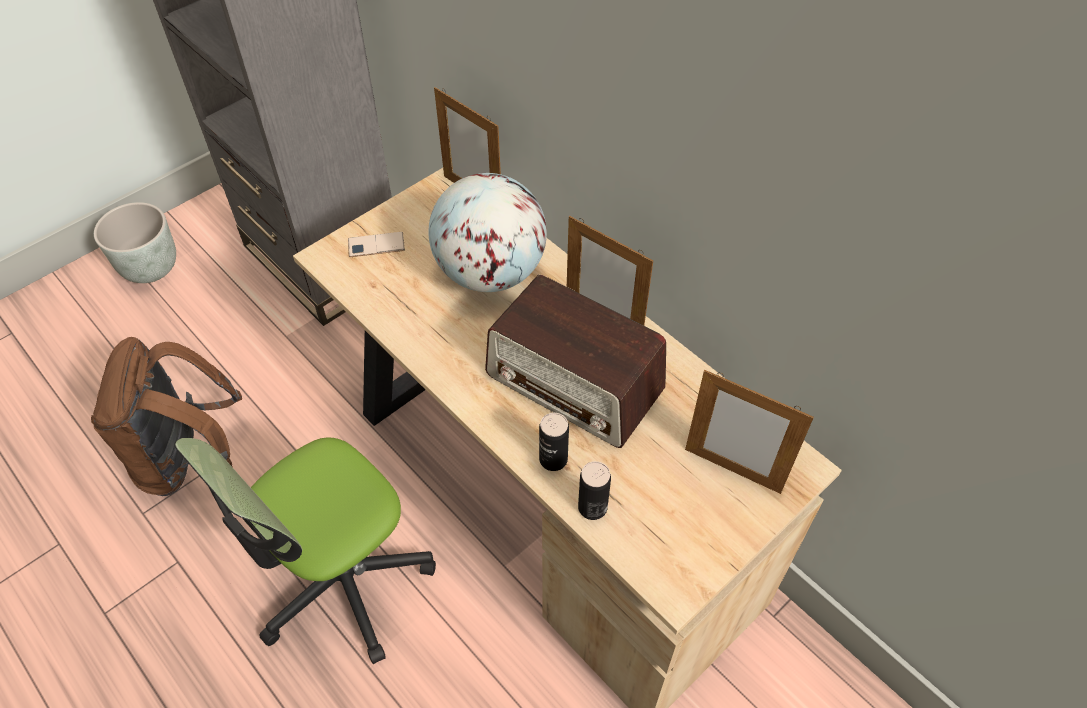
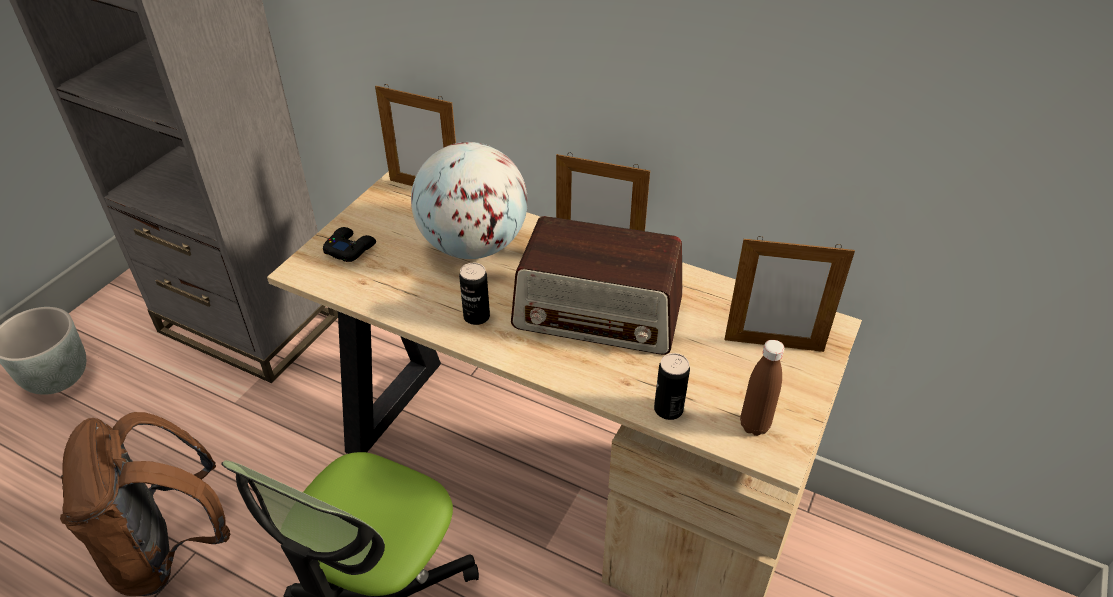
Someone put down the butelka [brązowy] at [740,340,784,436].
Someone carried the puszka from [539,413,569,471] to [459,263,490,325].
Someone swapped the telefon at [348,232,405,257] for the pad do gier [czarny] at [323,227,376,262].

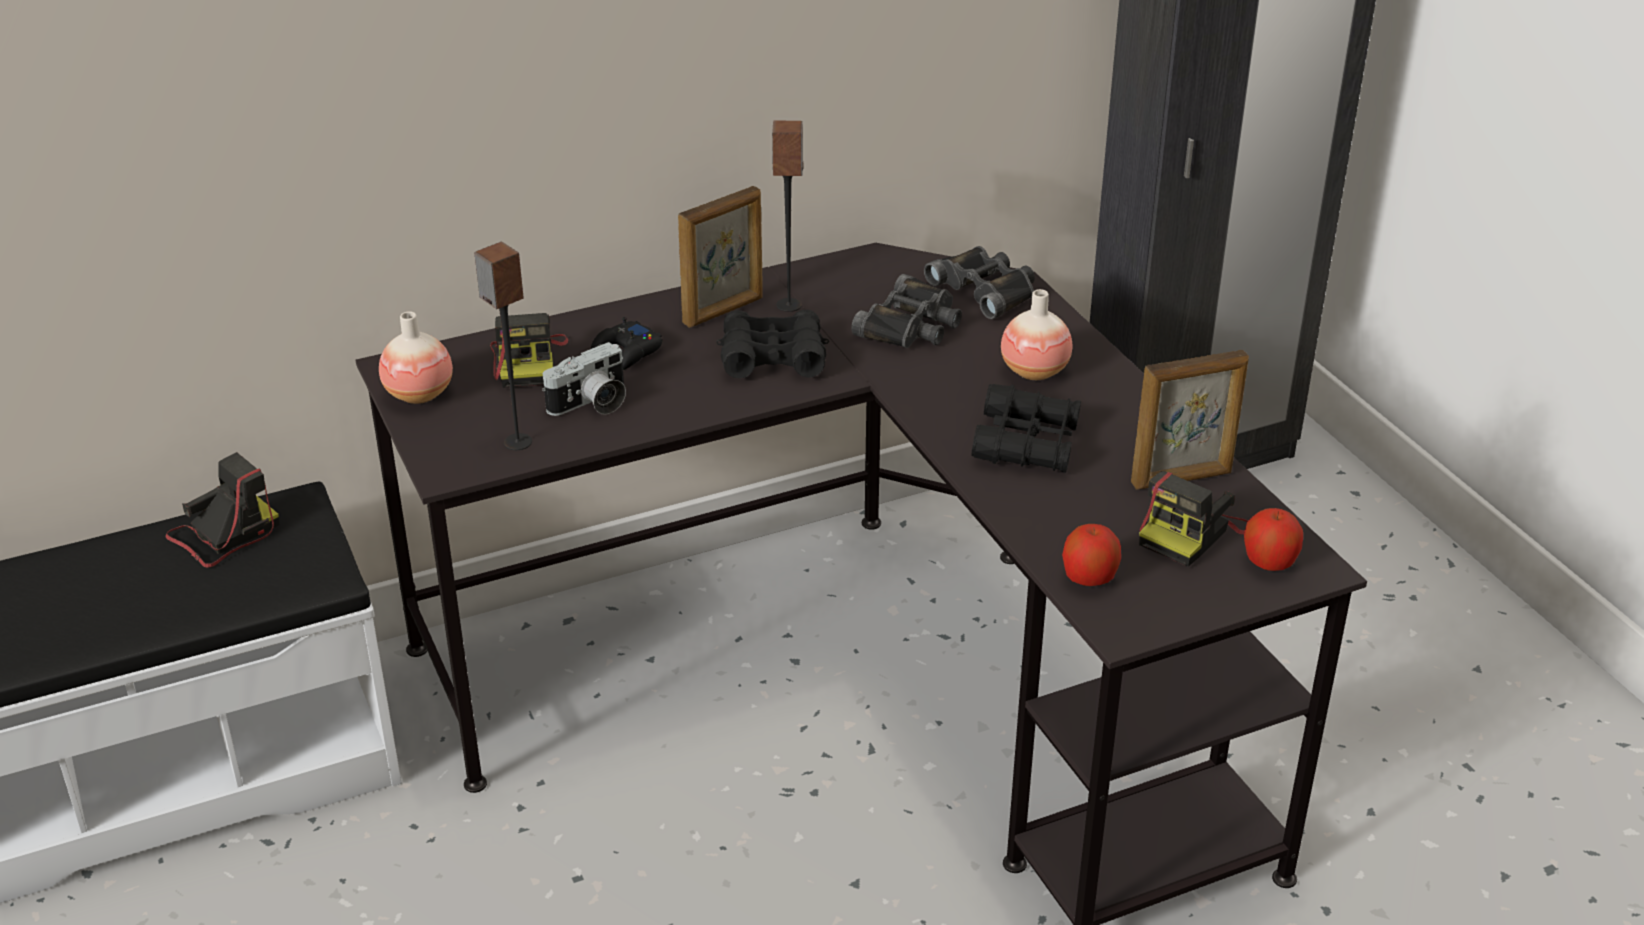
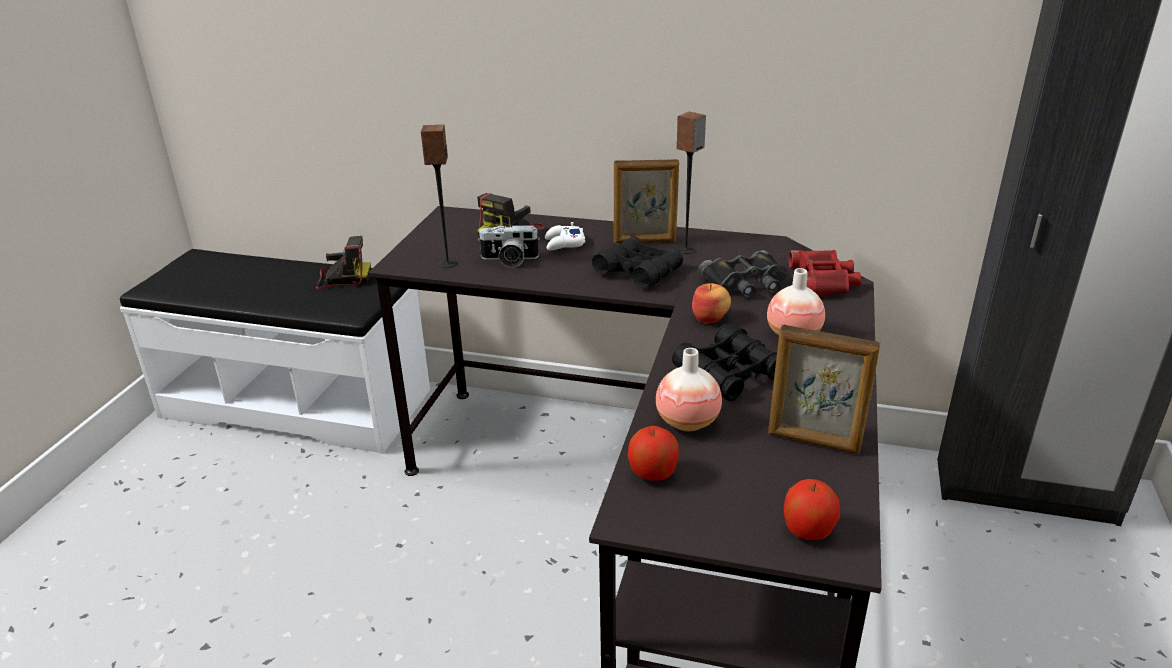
Someone took away the aparat fotograficzny at [1139,471,1249,567].
Someone put down the jabłko at [692,283,731,323].
Someone carried the wazon from [379,311,453,404] to [656,348,722,431].
Someone repainted the pad do gier [czarny] at [591,317,662,370], which became the pad do gier [biały] at [545,222,585,250].
Someone repainted the lornetka [czarny] at [924,246,1035,319], which became the lornetka [czerwony] at [788,250,861,296].

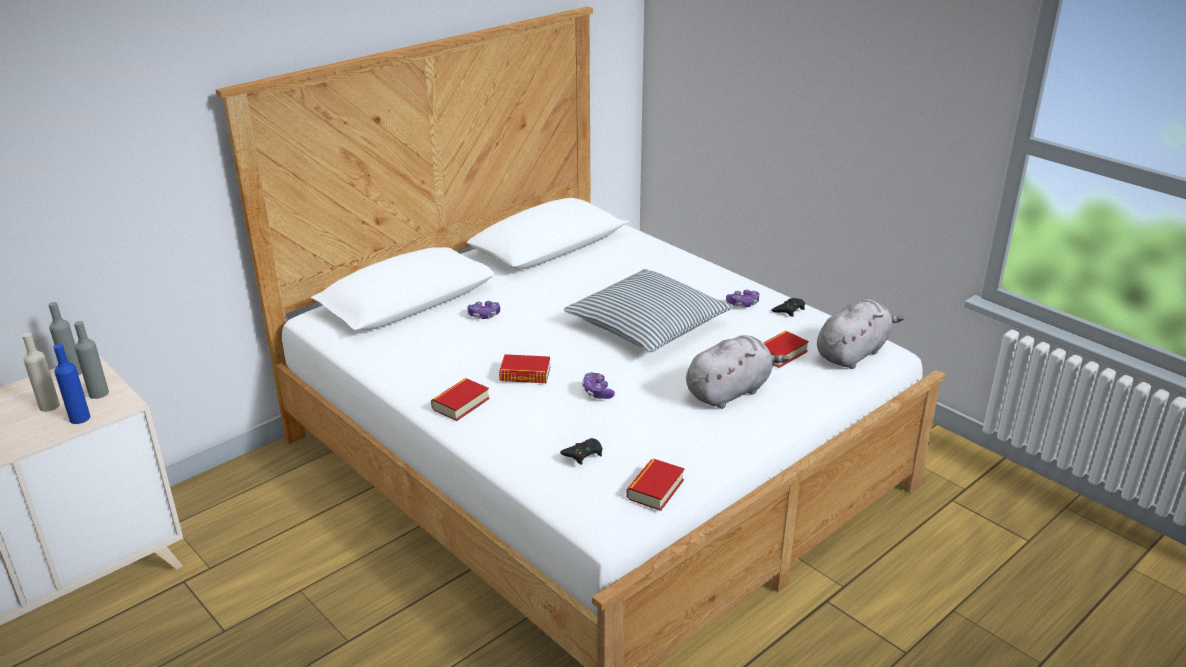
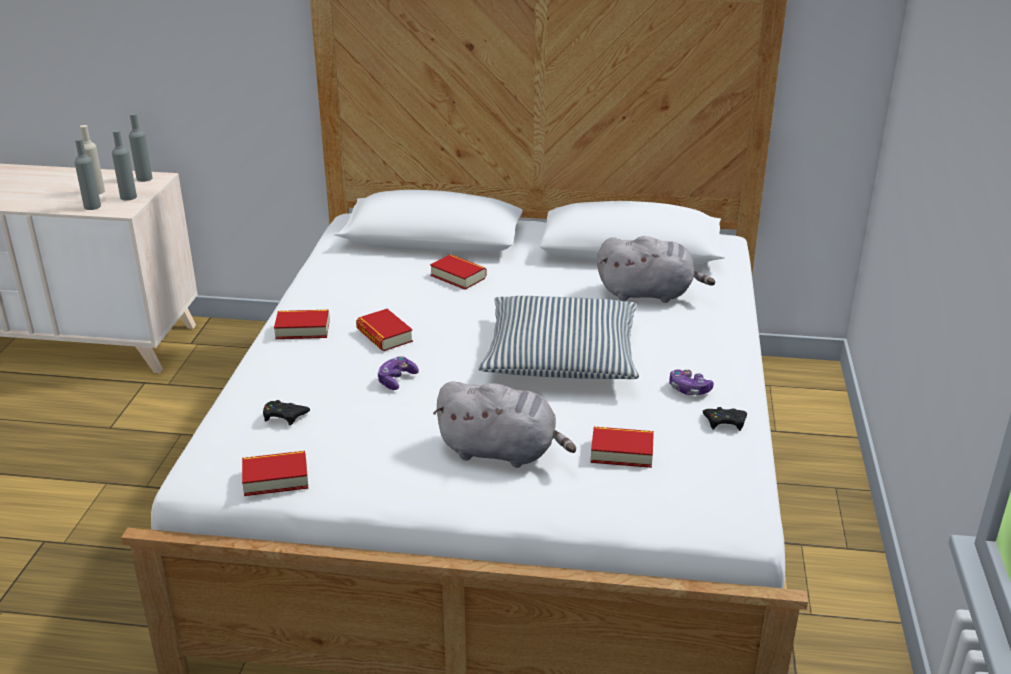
Someone carried the pluszak [szary] from [817,299,904,369] to [597,236,715,303].
Someone swapped the pad do gier at [467,301,500,319] for the książka at [430,254,487,290].
Someone repainted the butelka [niebieski] at [54,344,90,424], which became the butelka [szary] at [75,138,101,210].

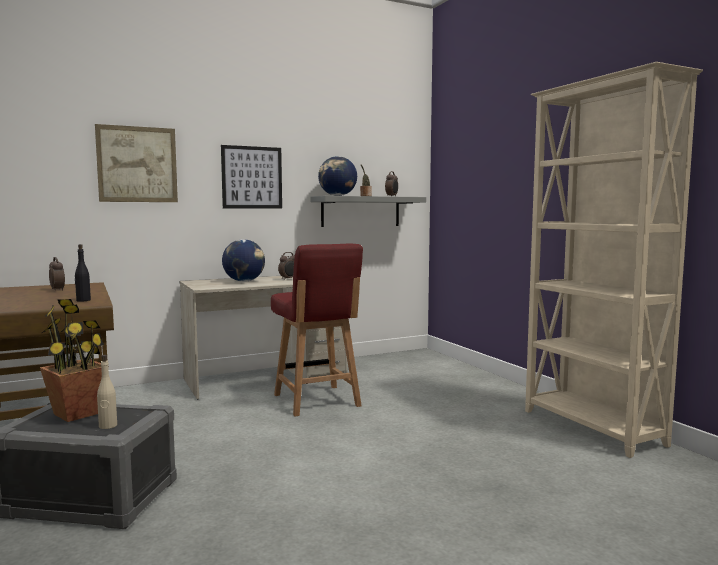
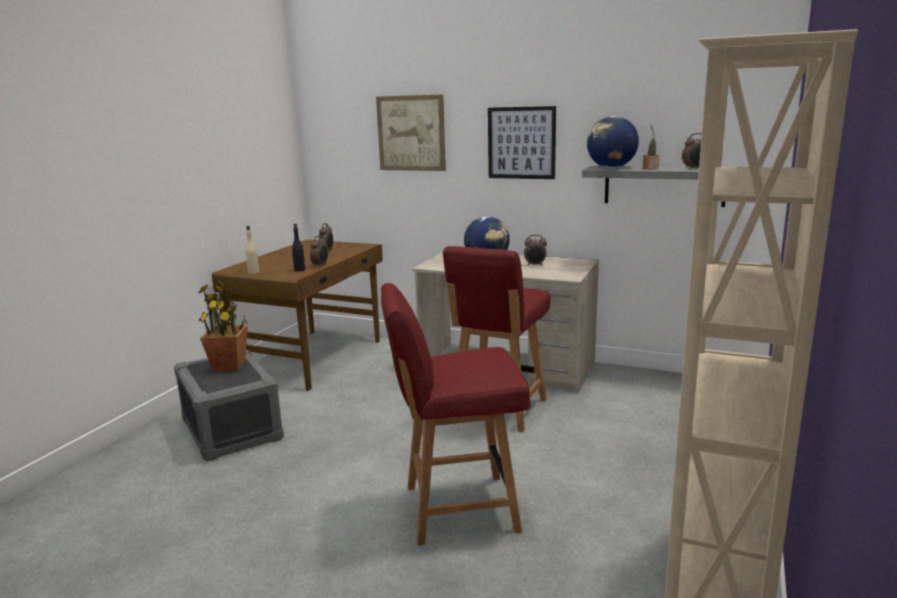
Someone put down the budzik at [310,235,328,268].
Someone put down the krzesło [czerwony] at [381,283,531,546].
Someone carried the butelka [beżowy] from [97,355,117,429] to [245,226,259,274].

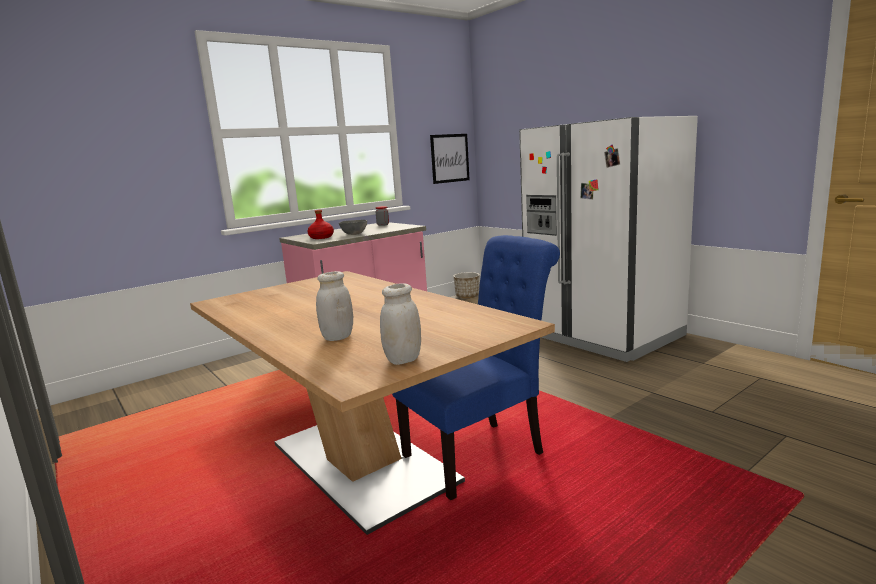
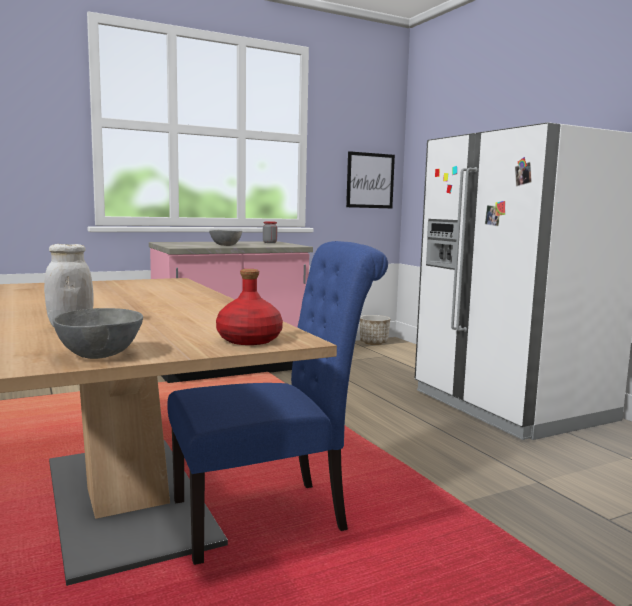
Someone carried the butelka [czerwony] from [308,210,334,239] to [216,269,283,345].
Someone swapped the słoik [biały] at [380,283,421,365] for the miska [szary] at [53,308,143,359].

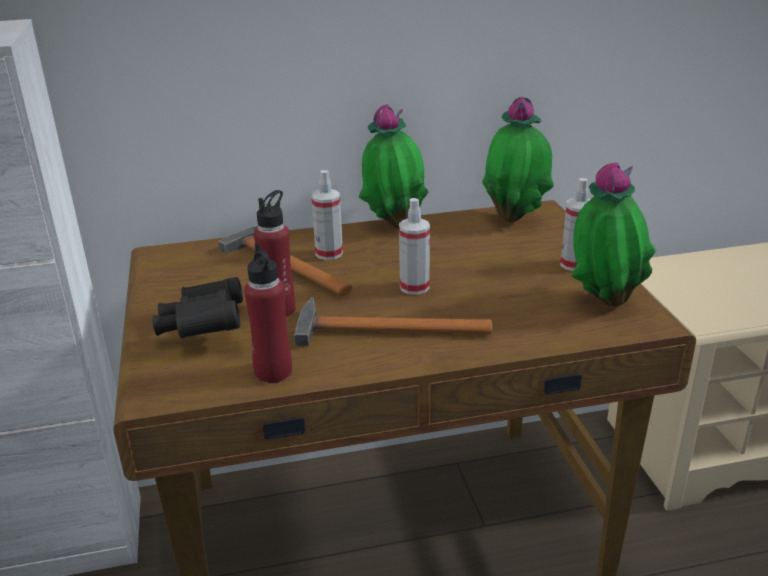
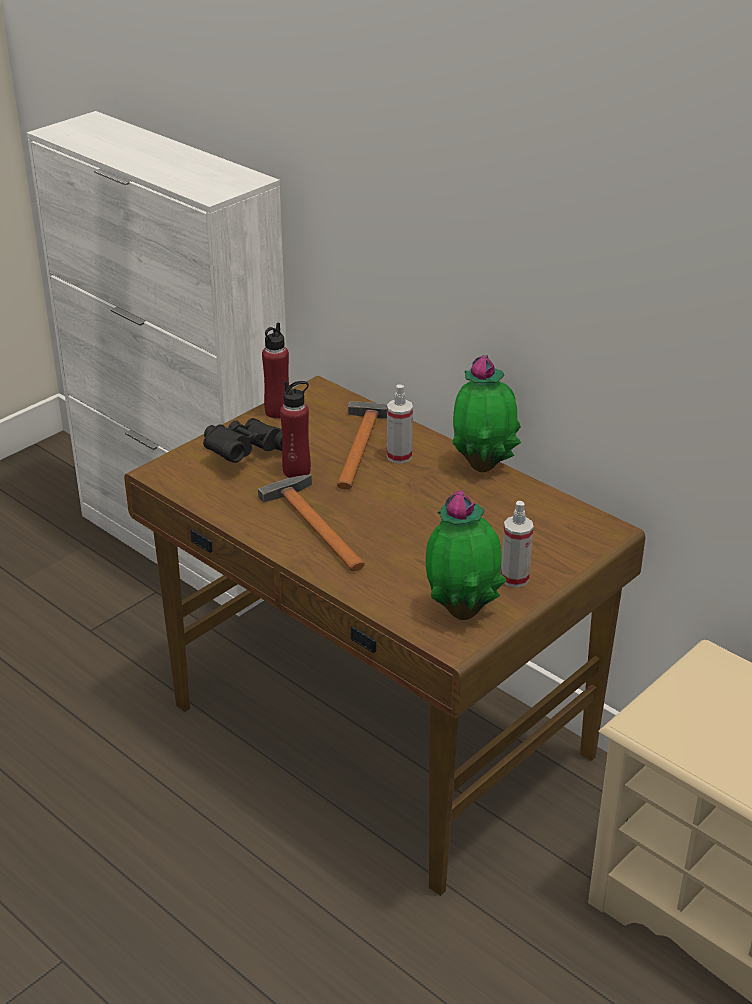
Someone took away the spryskiwacz at [399,198,430,295].
Someone took away the roślina doniczkowa at [482,97,554,222].
Someone carried the butelka [czerwony] from [244,242,292,383] to [262,323,289,419].

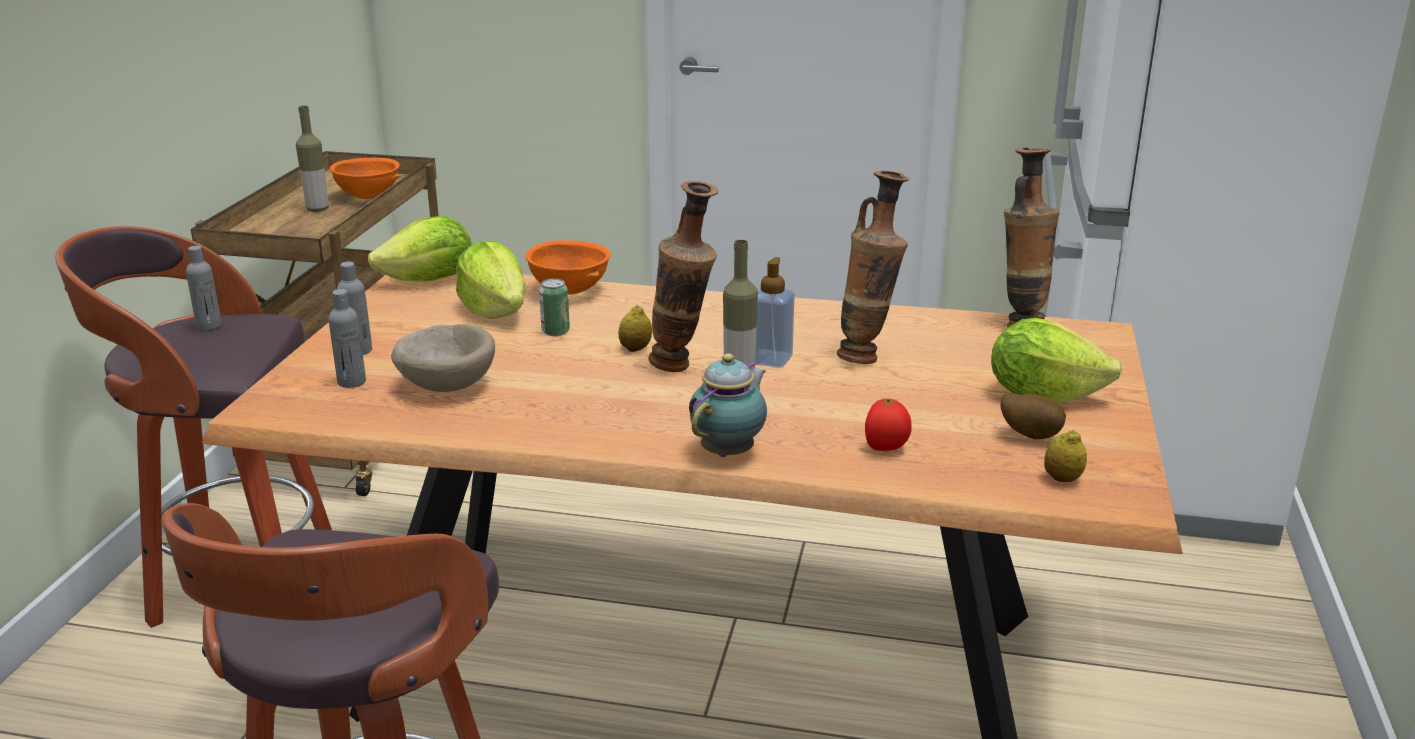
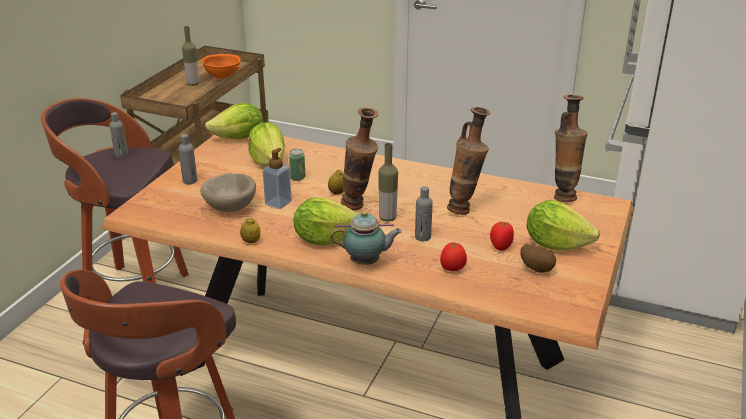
Someone took away the miska [pomarańczowy] at [526,240,611,295].
Someone put down the sałata at [294,197,359,245].
Someone put down the pomidor at [490,222,514,251].
Someone carried the butelka [szary] from [328,289,366,388] to [415,186,433,241].
Someone carried the dozownik mydła from [755,257,795,368] to [263,148,292,209].
Someone carried the cytryna from [1044,430,1087,482] to [240,218,261,243].
Someone rotated the imbryk at [689,353,767,457] by 45 degrees clockwise.

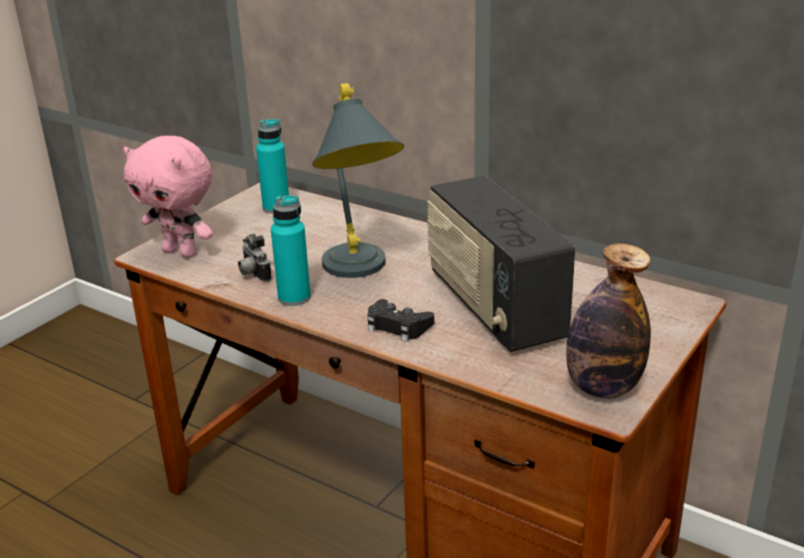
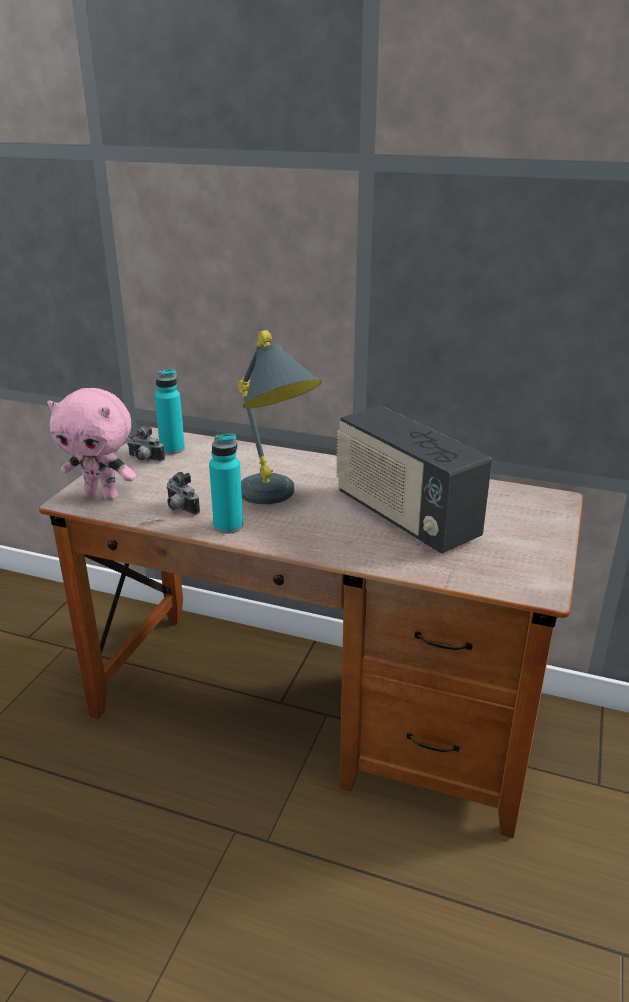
Someone took away the pad do gier [czarny] at [368,299,434,342].
Someone took away the butelka at [566,243,651,399].
Someone put down the aparat fotograficzny at [127,426,165,462].

